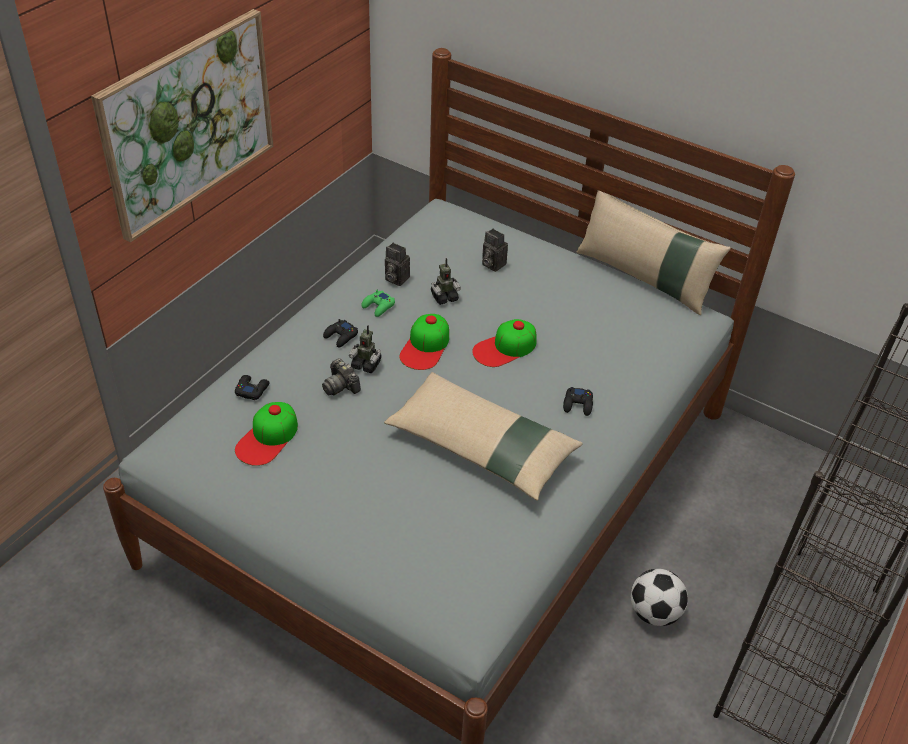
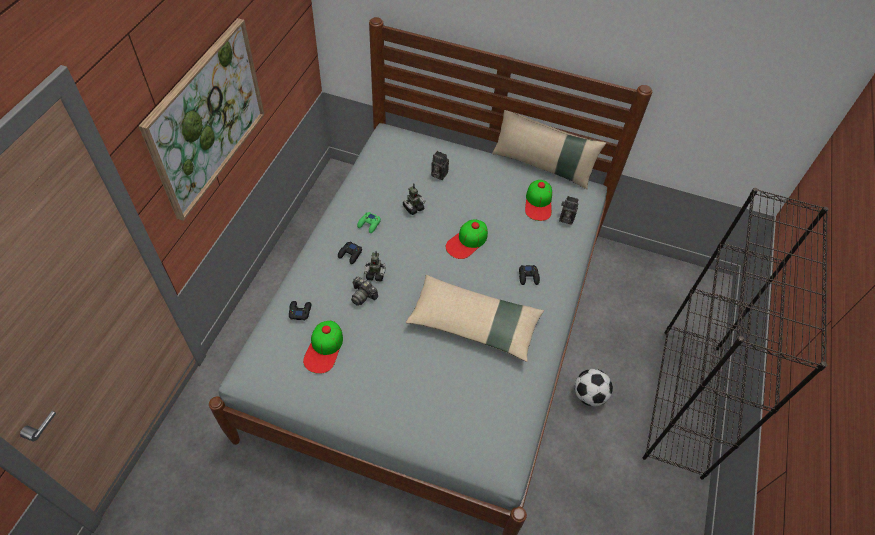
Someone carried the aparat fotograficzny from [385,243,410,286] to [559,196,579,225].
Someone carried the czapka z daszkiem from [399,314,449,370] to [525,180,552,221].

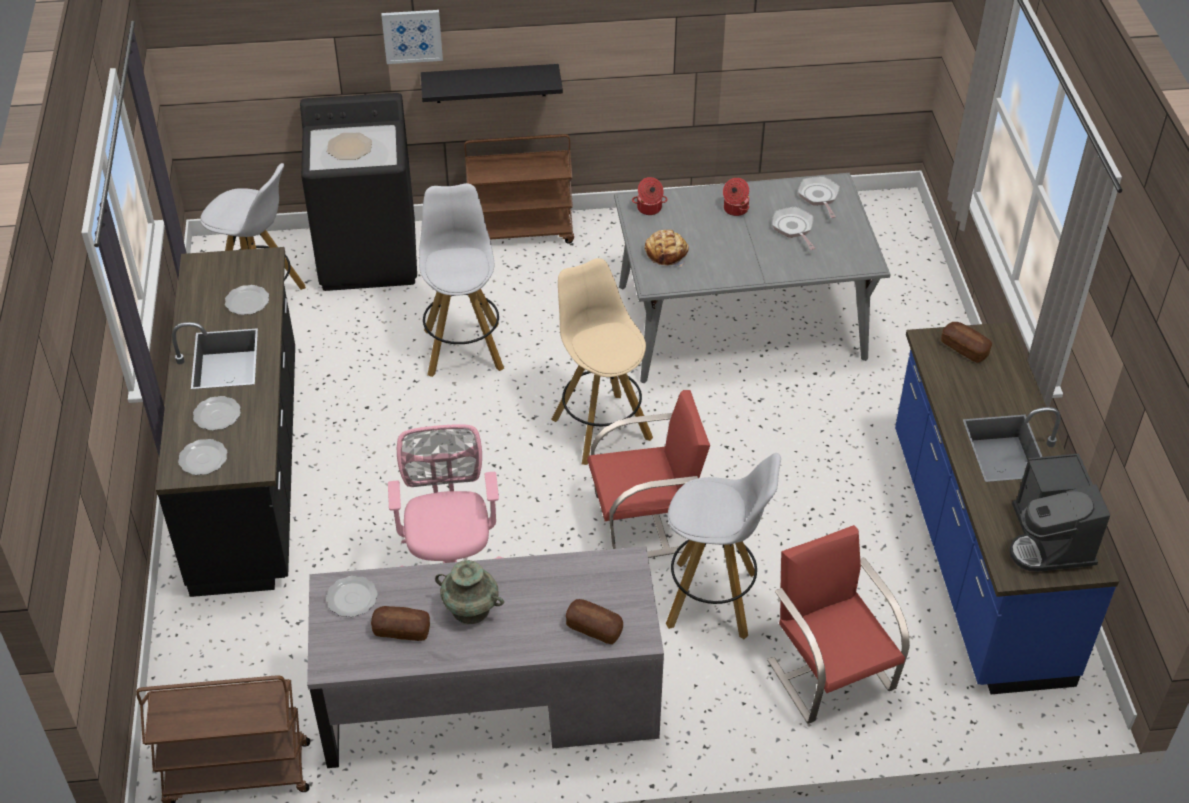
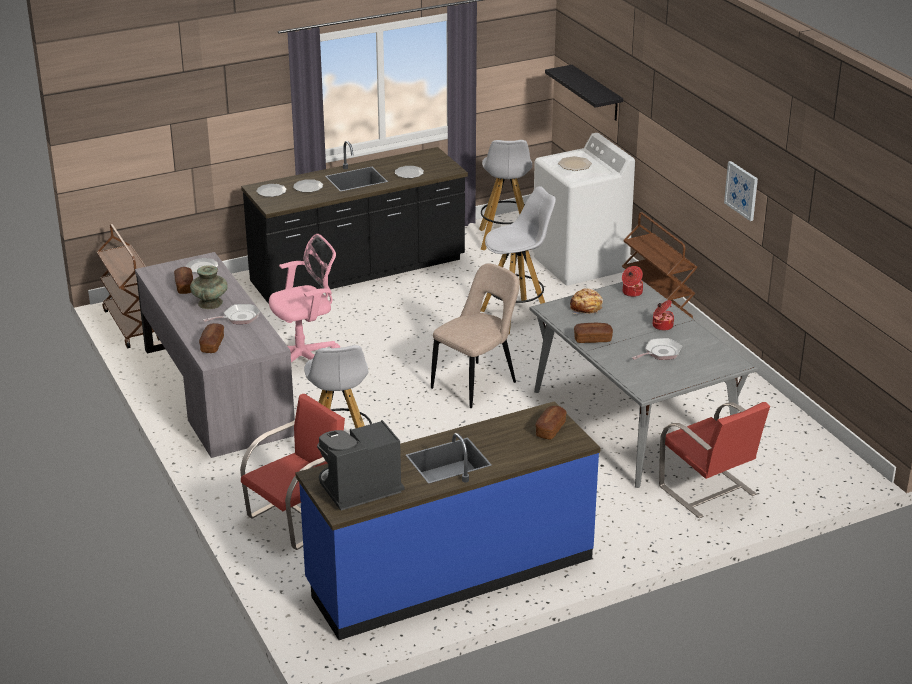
Someone put down the chleb at [574,323,613,343].
Someone carried the obraz from [381,10,443,64] to [724,161,758,221].
Someone carried the półka [czarny] from [421,64,563,103] to [545,65,623,121].
Someone carried the krzesło [czerwony] from [587,390,710,558] to [659,402,770,518].
Someone carried the patelnia from [798,176,840,218] to [203,304,260,324].
Someone swapped the stołek [beżowy] at [551,258,653,465] for the krzesło [beżowy] at [431,263,520,408].
Someone repainted the pralka [czarny] at [300,93,417,291], which became the pralka [biały] at [532,133,635,286].

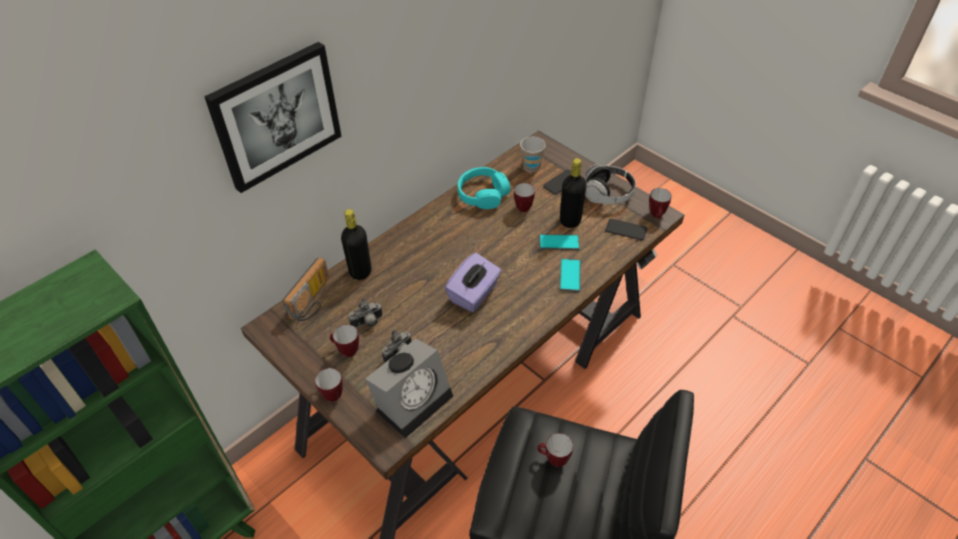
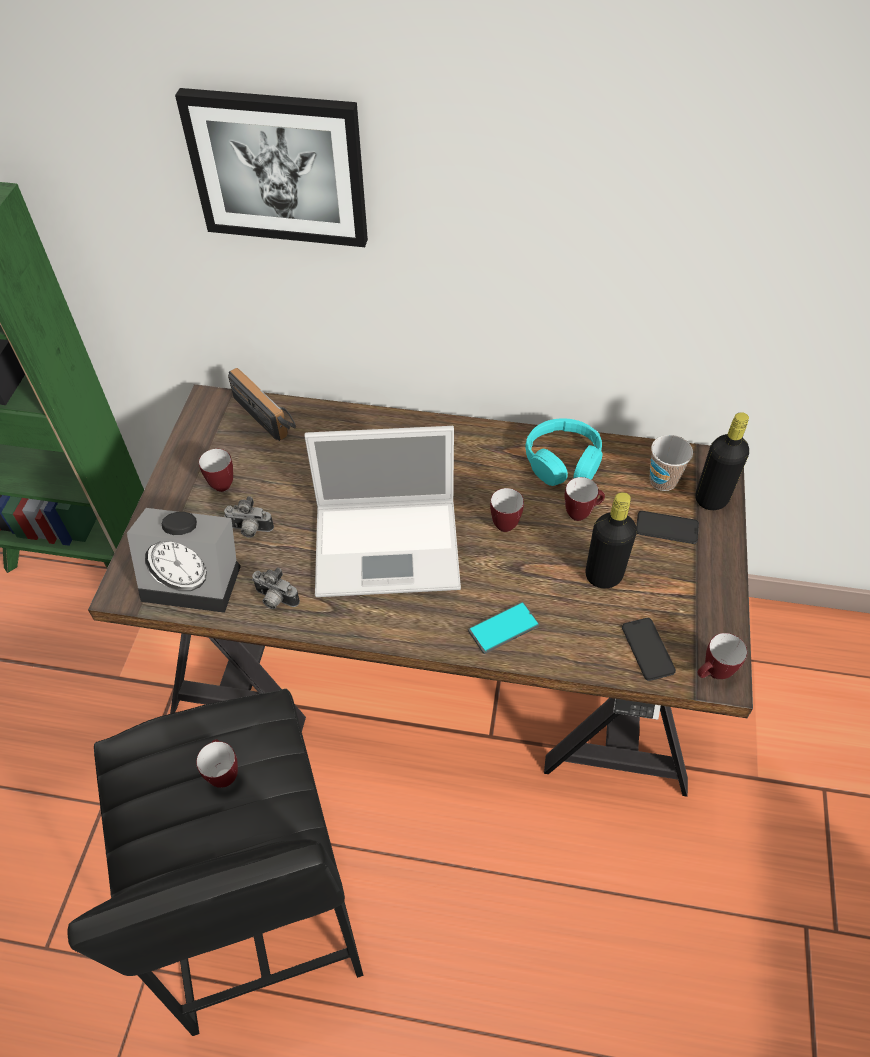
Someone took away the telefon at [539,234,580,250].
Someone took away the słuchawki at [585,164,636,204].
Someone carried the kubek from [315,368,343,402] to [490,488,524,532].
Someone carried the butelka [czarny] from [341,209,371,280] to [695,412,749,510].
Someone carried the aparat fotograficzny from [348,298,383,328] to [252,567,300,609].
Someone swapped the pudełko chusteczek [fioletowy] at [445,252,502,312] for the laptop at [305,426,461,597].
Someone rotated the radio at [283,257,329,321] by 120 degrees counterclockwise.

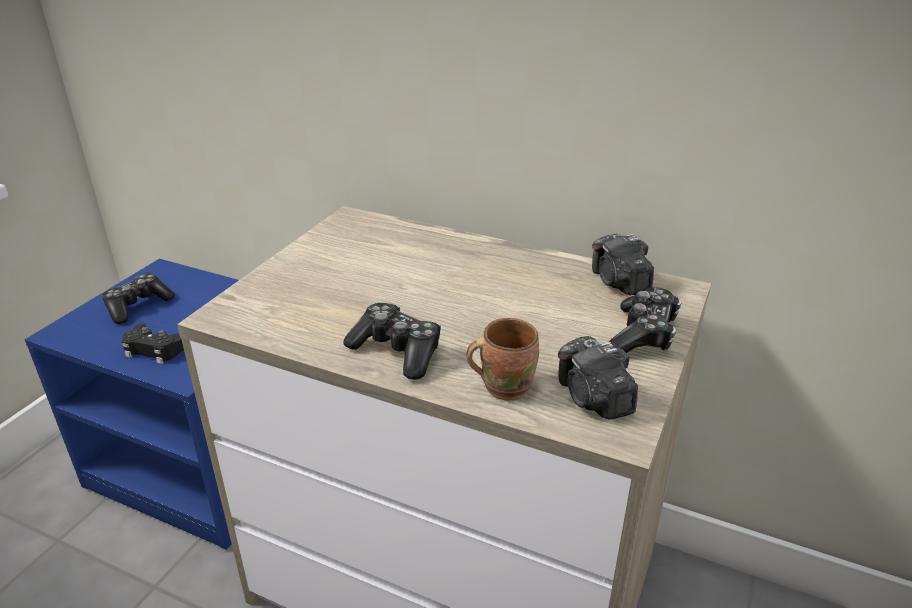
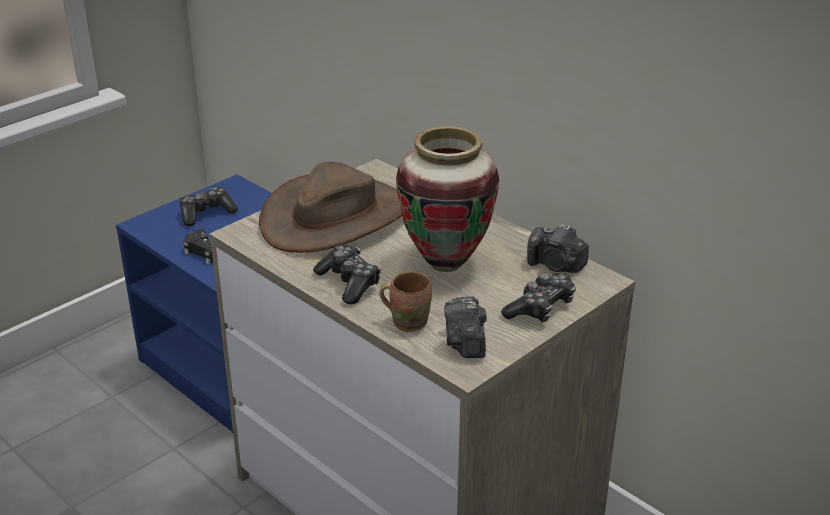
Someone put down the kapelusz [brązowy] at [259,161,402,253].
Someone put down the wazon at [396,126,499,272].
Someone rotated the aparat fotograficzny at [592,234,654,295] by 60 degrees counterclockwise.

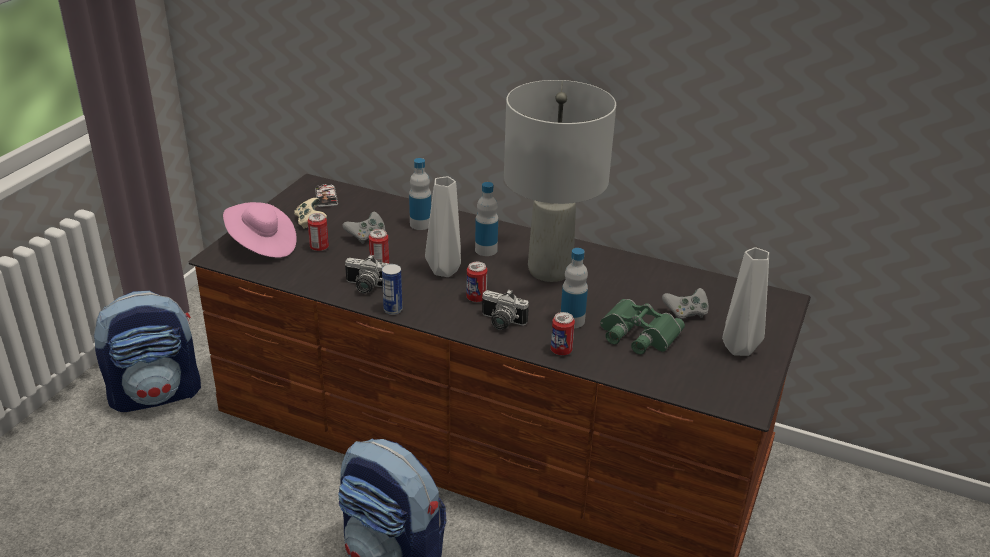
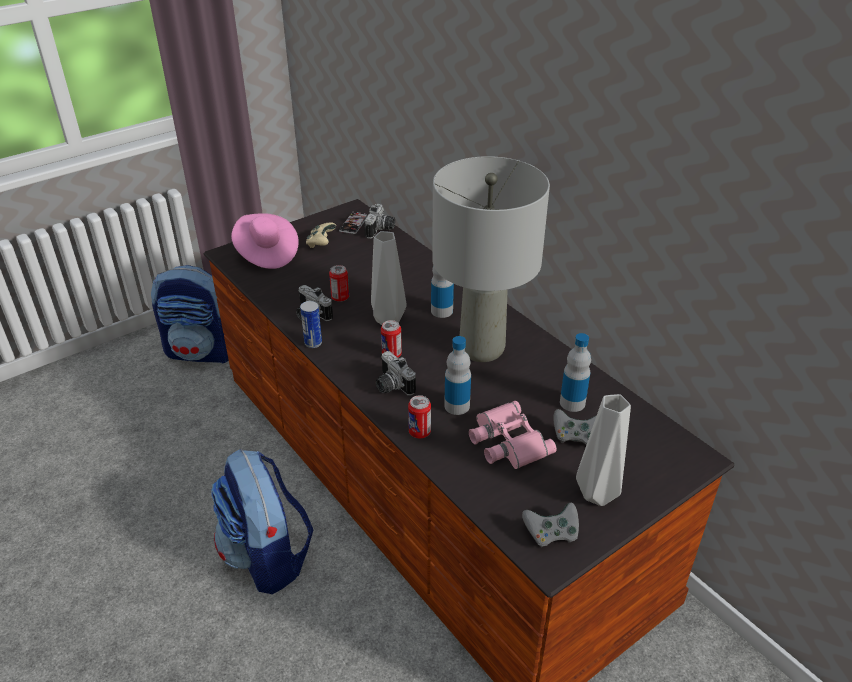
Someone took away the puszka at [308,213,329,251].
Someone put down the aparat fotograficzny at [364,204,395,239].
Someone carried the pad do gier [szary] from [342,212,386,244] to [522,503,579,547].
Someone carried the butelka from [409,158,431,230] to [560,333,591,412].
Someone repainted the lornetka [zielony] at [600,299,685,354], which became the lornetka [różowy] at [469,401,557,469].

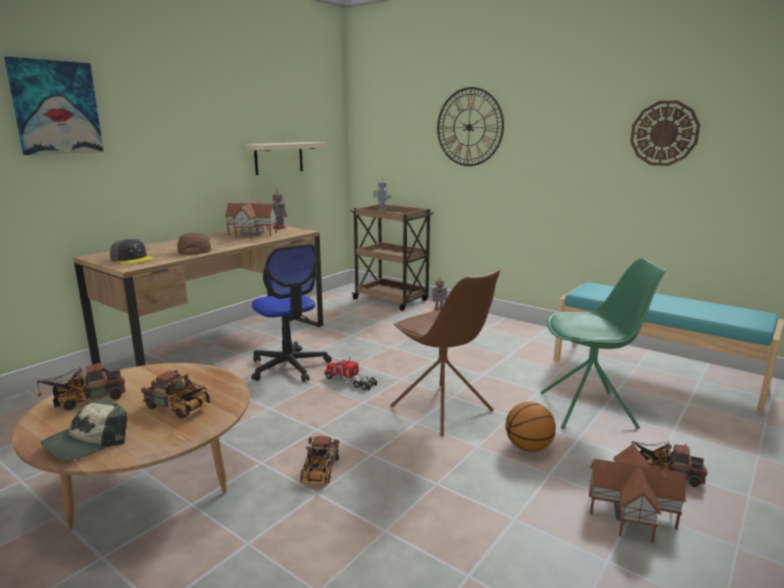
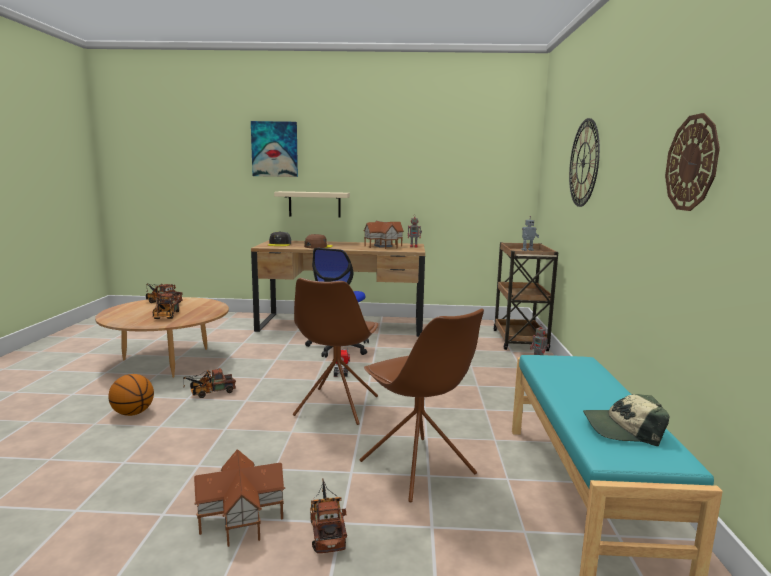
Someone carried the czapka z daszkiem from [41,397,127,460] to [583,394,670,446].
Someone carried the półka [beżowy] from [244,142,326,175] to [274,191,350,218].
Someone carried the piłka do koszykówki from [505,402,556,452] to [108,374,154,416].
Someone repainted the krzesło [zielony] at [541,258,666,429], which became the krzesło [brązowy] at [360,309,484,502].

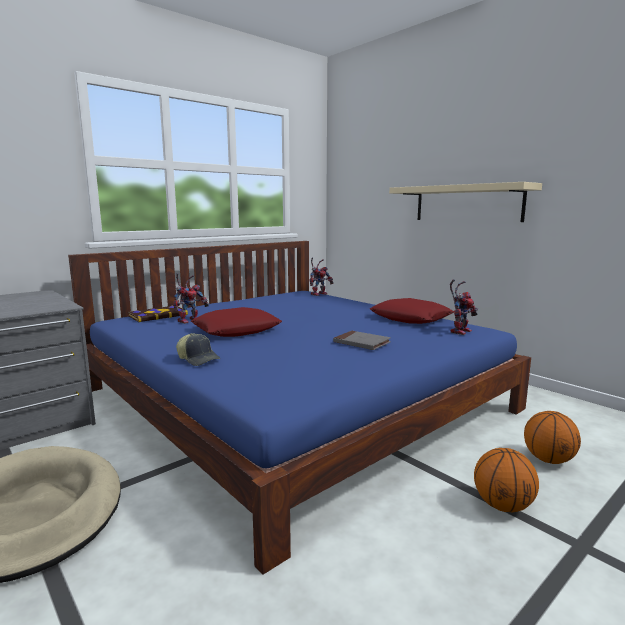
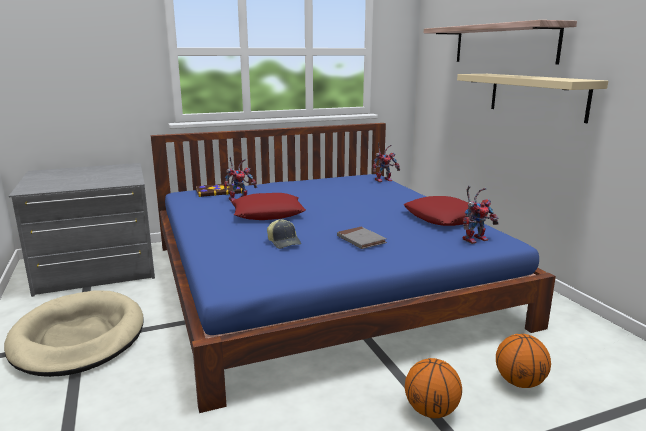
Someone put up the półka at [424,20,577,64].
Someone carried the czapka z daszkiem from [176,333,220,366] to [267,219,301,249].

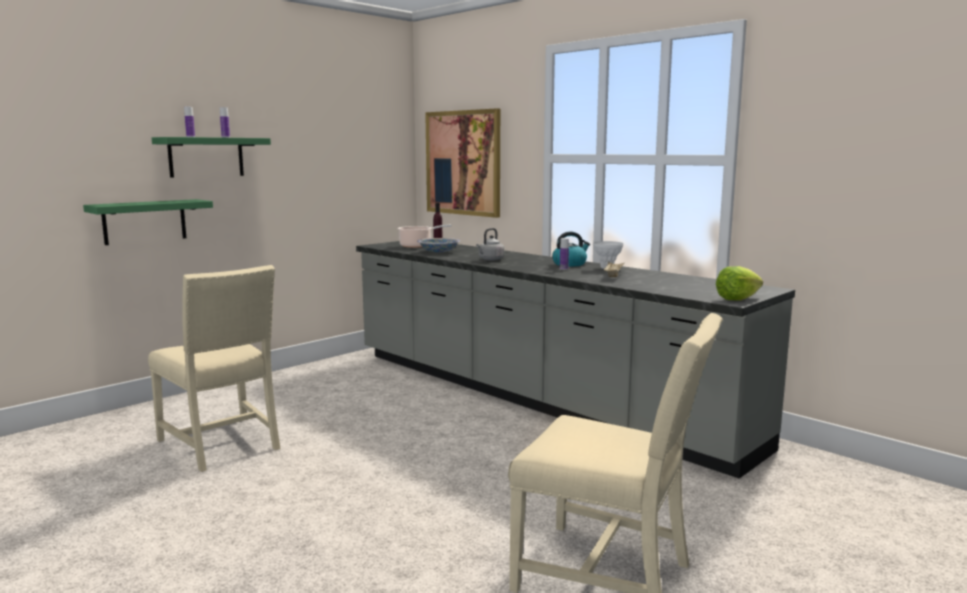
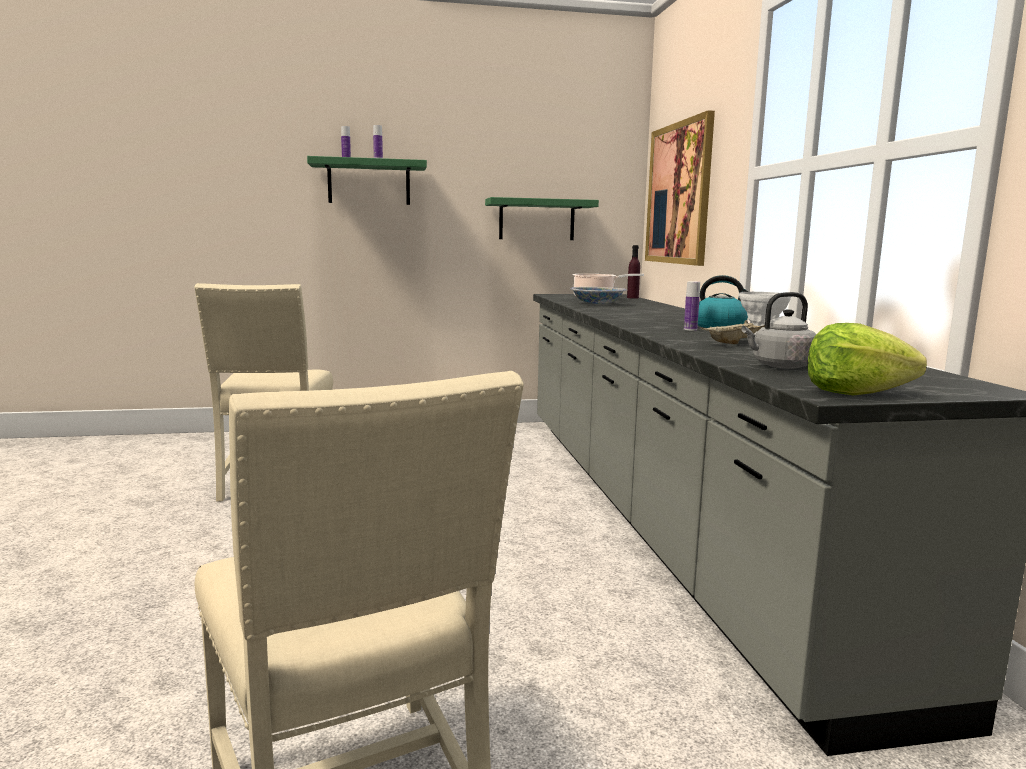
Someone carried the półka [zielony] from [83,199,213,245] to [485,197,599,240].
Someone carried the czajnik [szary] from [476,228,504,261] to [741,292,816,369].

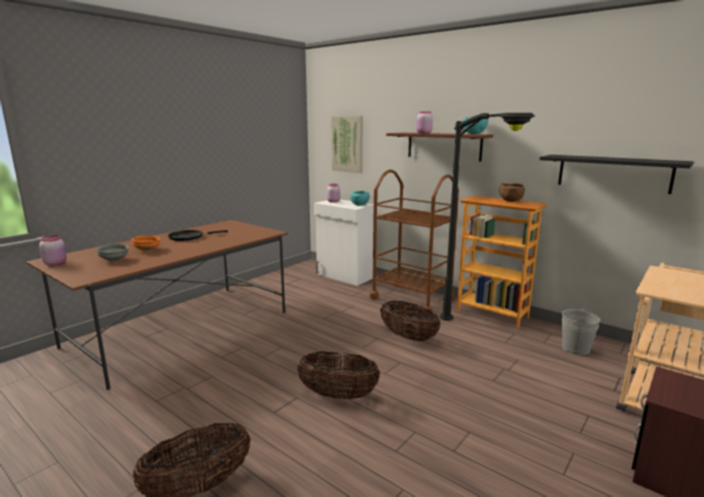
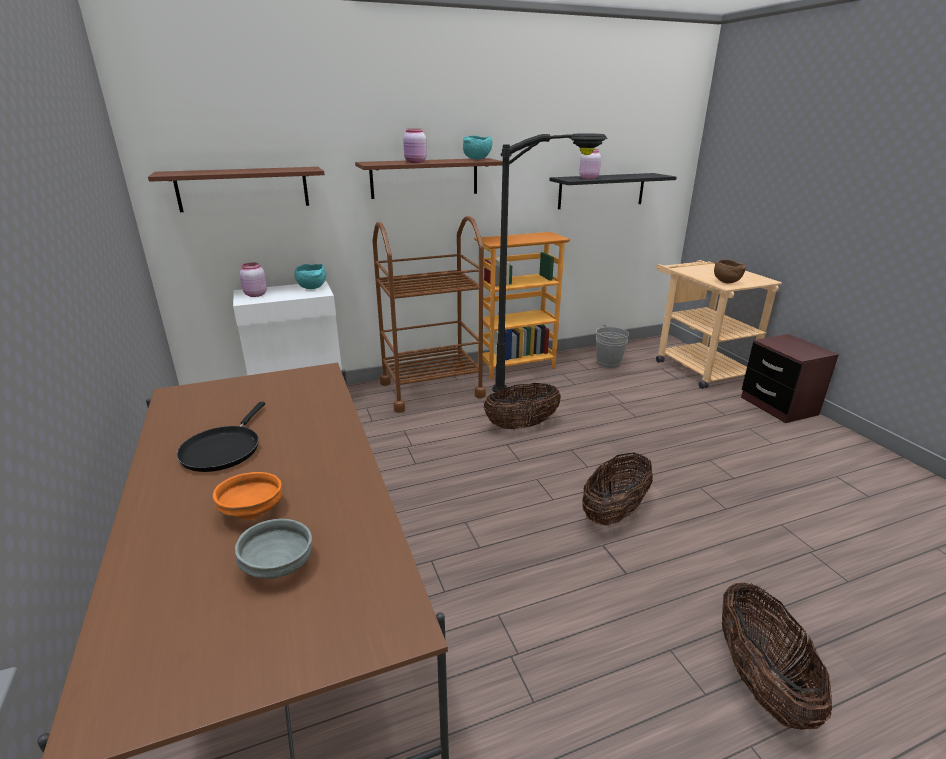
Someone carried the słoik [różowy] from [39,235,67,266] to [579,149,601,179].
Someone carried the miska [brązowy] from [499,183,525,202] to [714,260,747,283].
Someone swapped the obraz at [331,116,363,173] for the półka [brązowy] at [148,167,325,212].

